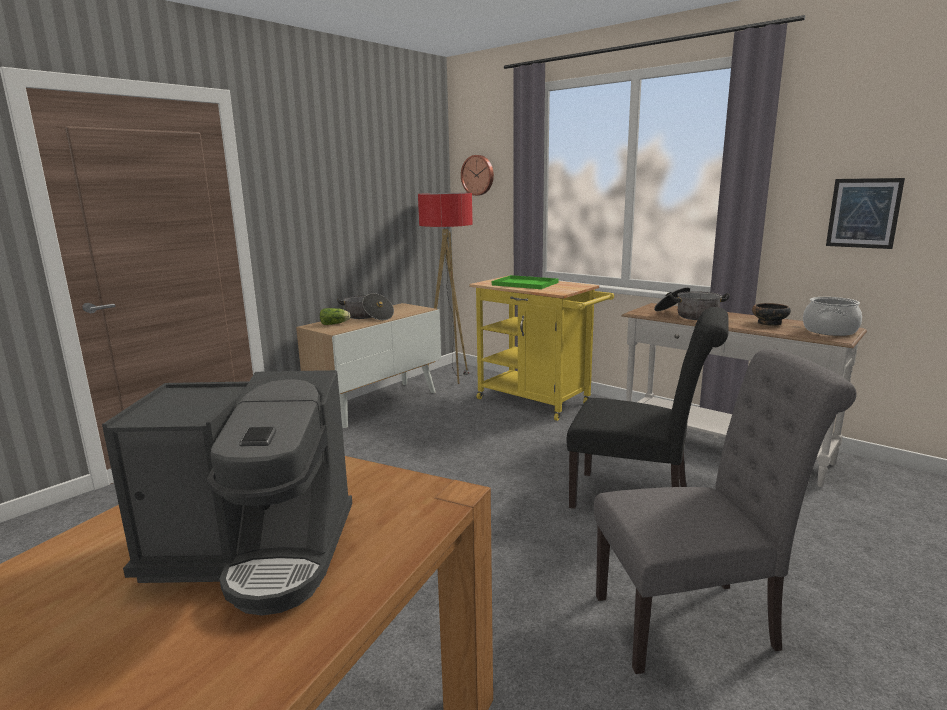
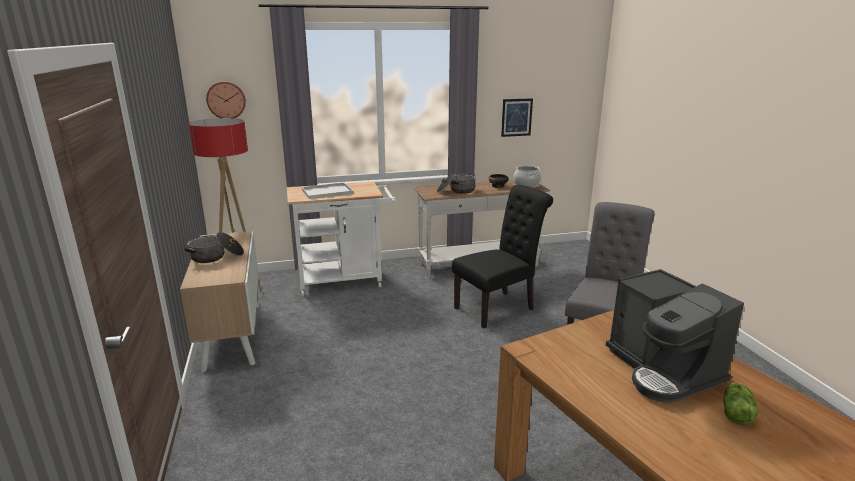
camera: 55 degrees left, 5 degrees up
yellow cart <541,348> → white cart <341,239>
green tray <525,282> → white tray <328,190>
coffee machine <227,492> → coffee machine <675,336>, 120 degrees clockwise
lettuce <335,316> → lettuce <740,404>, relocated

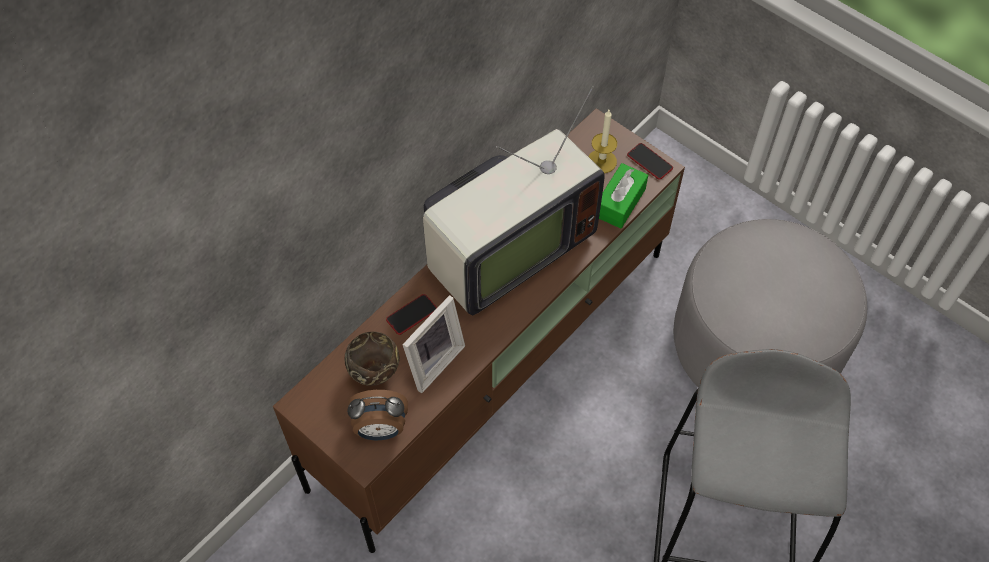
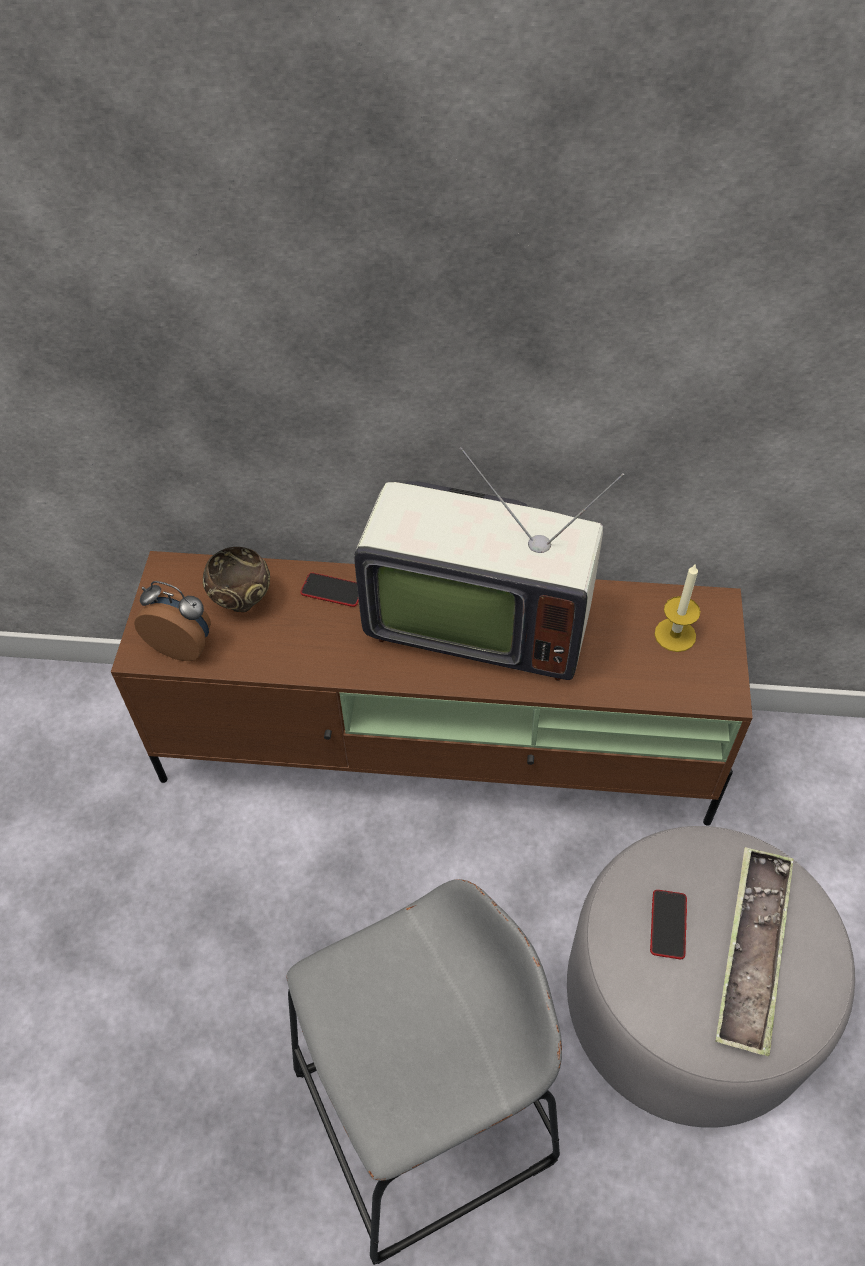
camera: 55 degrees right, 5 degrees down
alarm clock <377,415> → alarm clock <172,621>, 150 degrees clockwise
phone <650,161> → phone <668,924>, relocated
- → tray <754,951>
picture frame <434,344> → -
green tissue box <623,196> → -

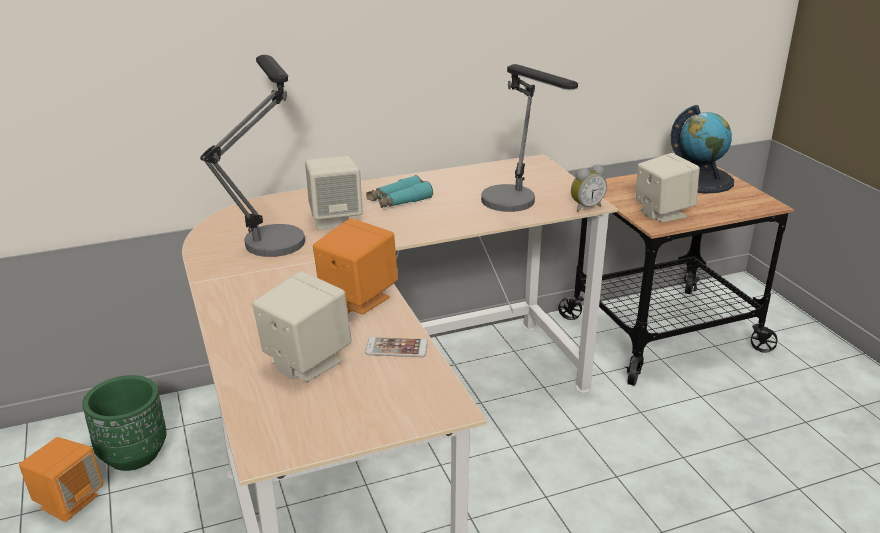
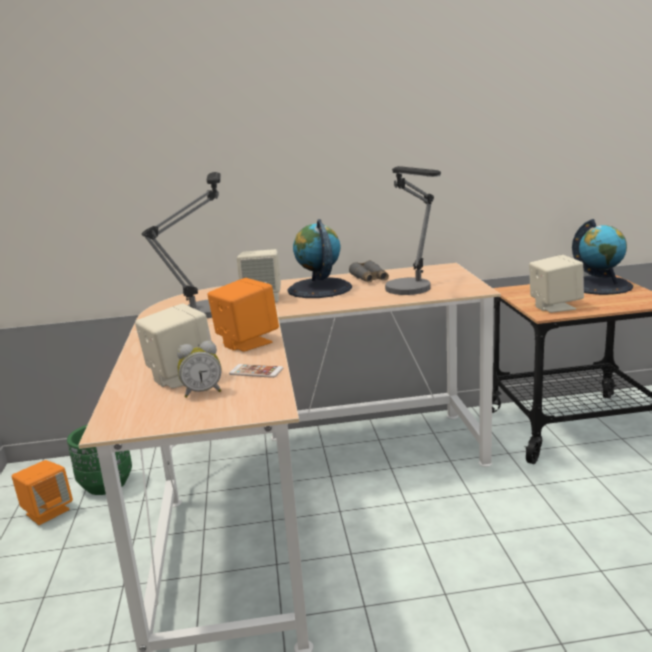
camera: 15 degrees right, 10 degrees down
alarm clock <589,188> → alarm clock <199,369>, relocated
turquoise binoculars <399,191> → globe <319,258>
- → grey binoculars <369,271>

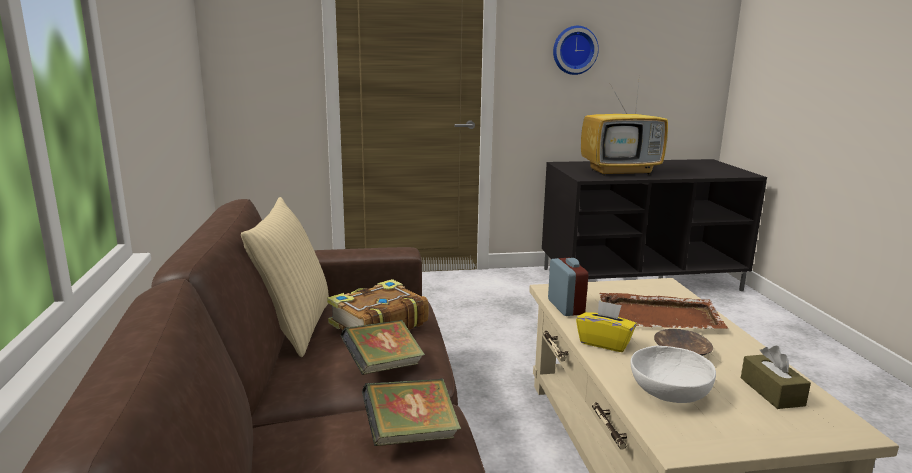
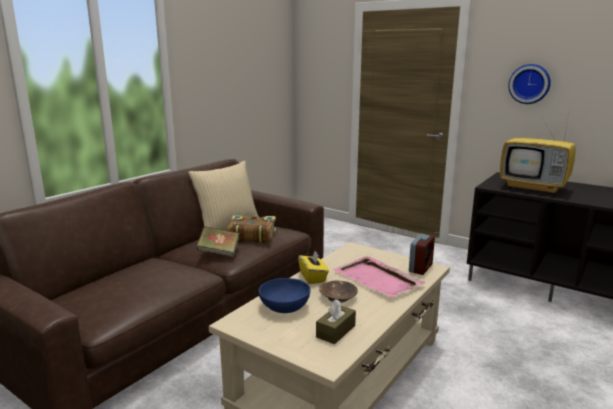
camera: 45 degrees right, 0 degrees up
white bowl <673,374> → blue bowl <285,295>
brown tray <664,311> → pink tray <379,277>
alarm clock <568,287> → alarm clock <422,254>, relocated
book <411,412> → -

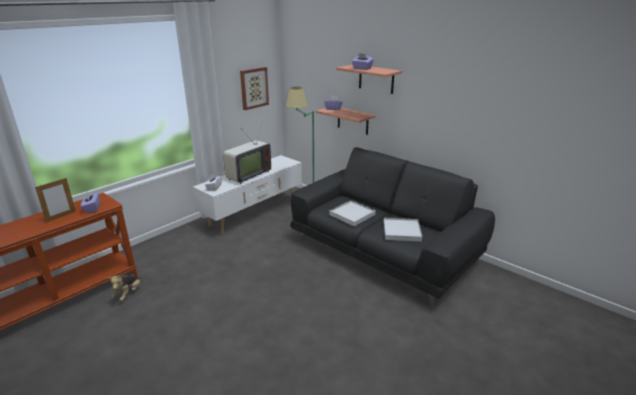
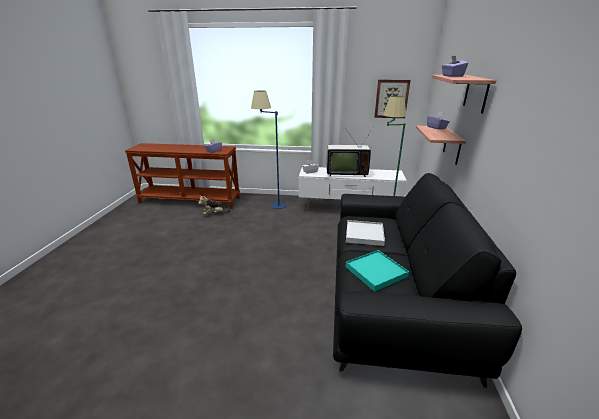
camera: 55 degrees right, 0 degrees up
- → blue floor lamp <269,149>
white tray <403,230> → turquoise tray <377,271>
picture frame <55,200> → -

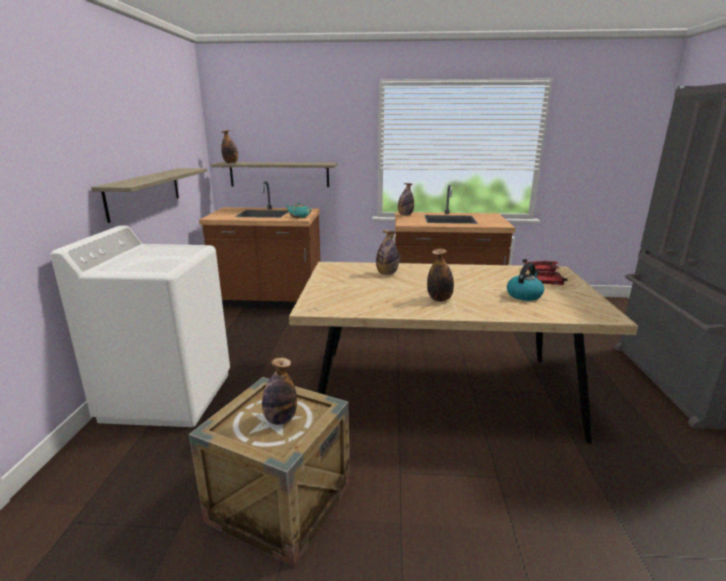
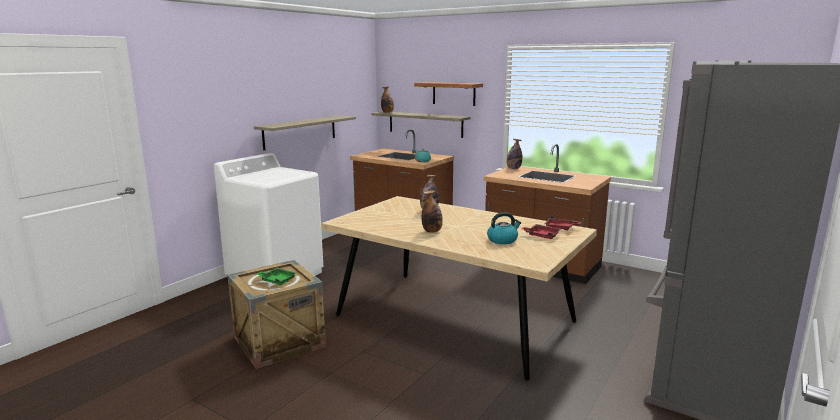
camera: 30 degrees right, 5 degrees down
bottle <279,391> → green tray <276,276>
- → shelf <448,94>

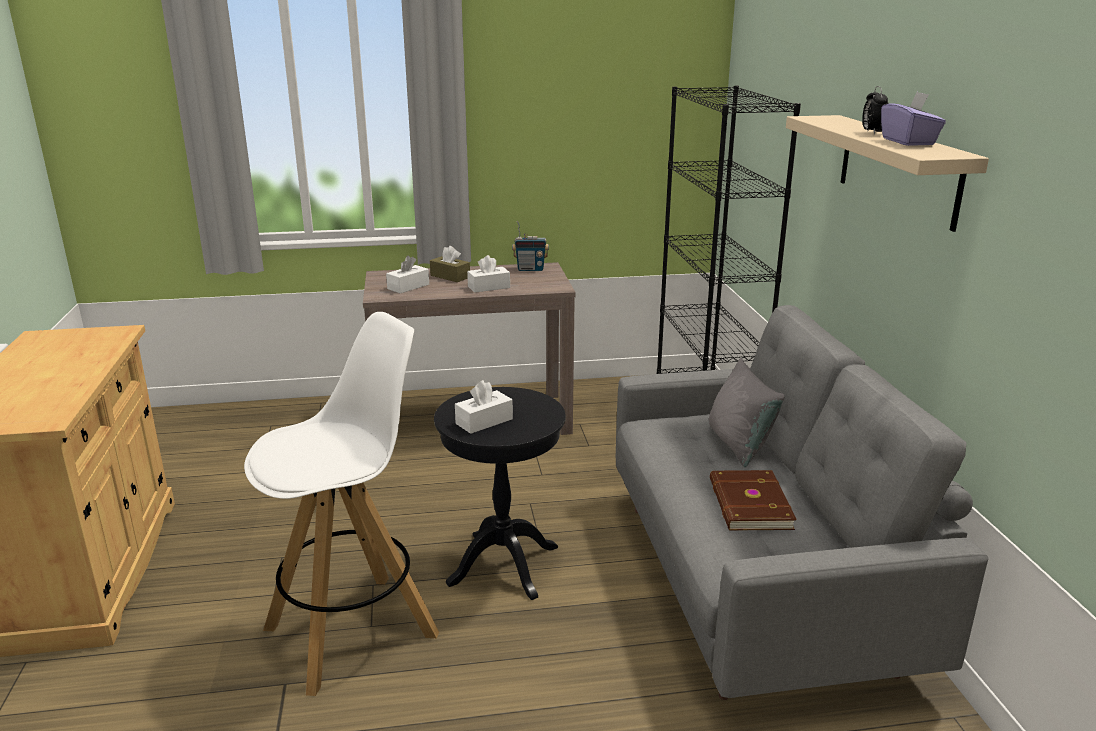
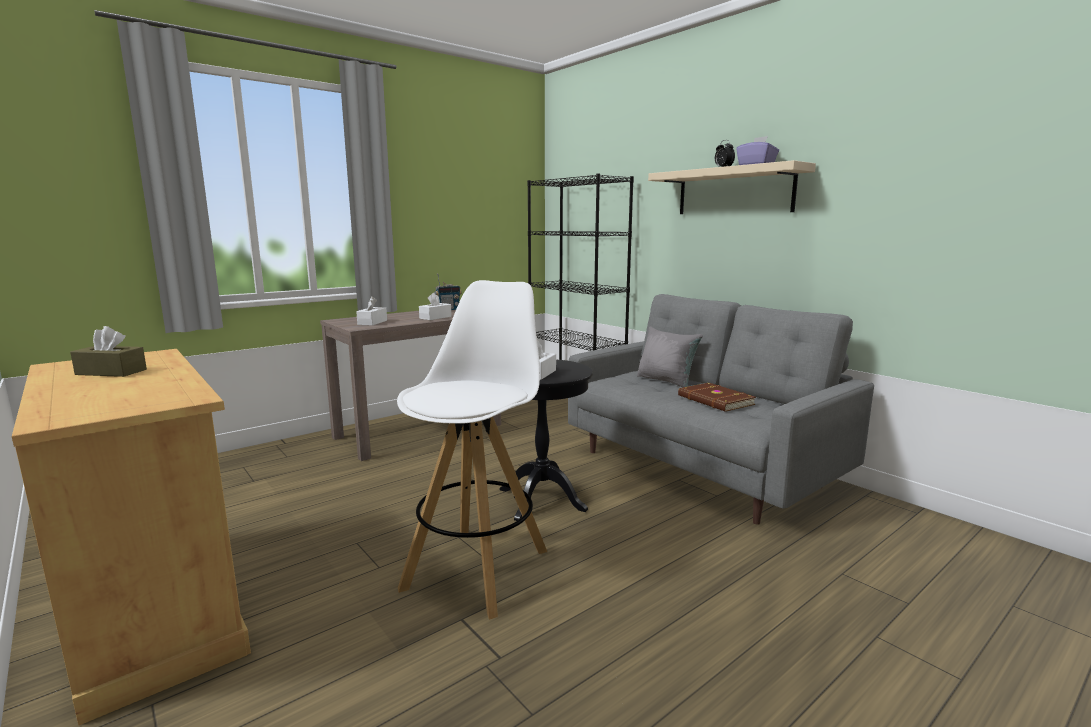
camera: 30 degrees left, 10 degrees down
brown tissue box <450,264> → brown tissue box <108,351>, relocated

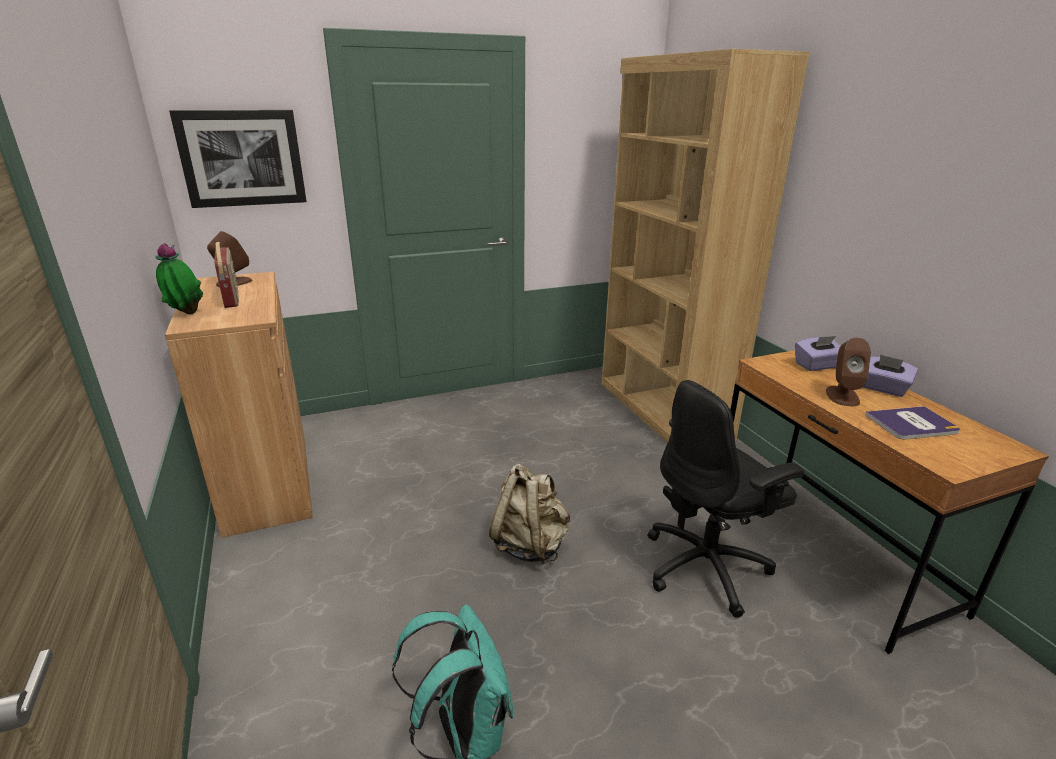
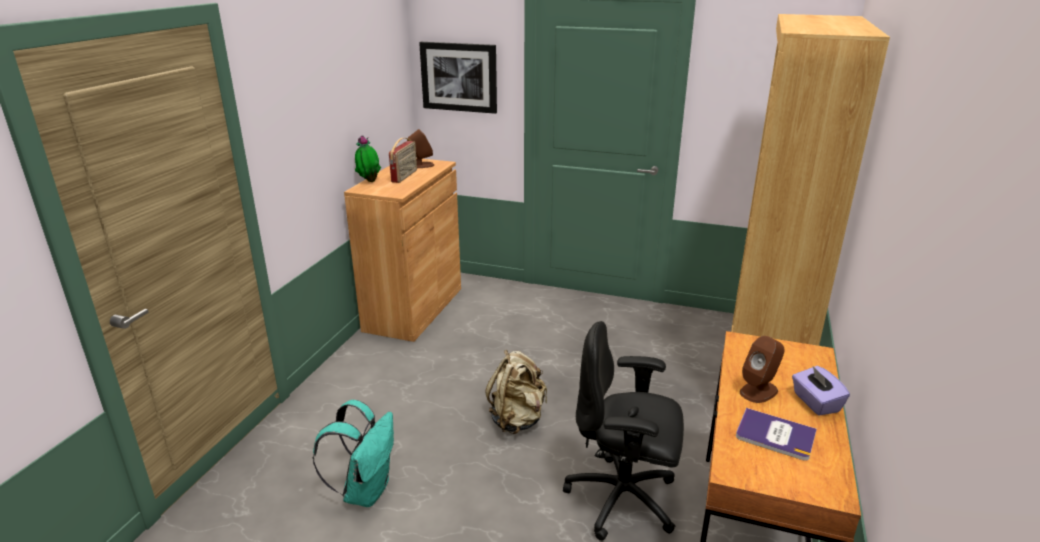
camera: 40 degrees right, 0 degrees up
purple tissue box <817,353> → -

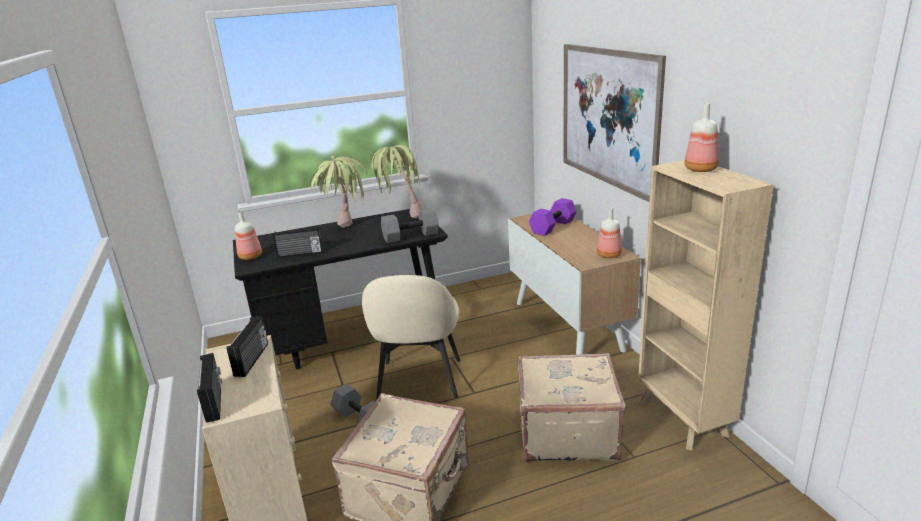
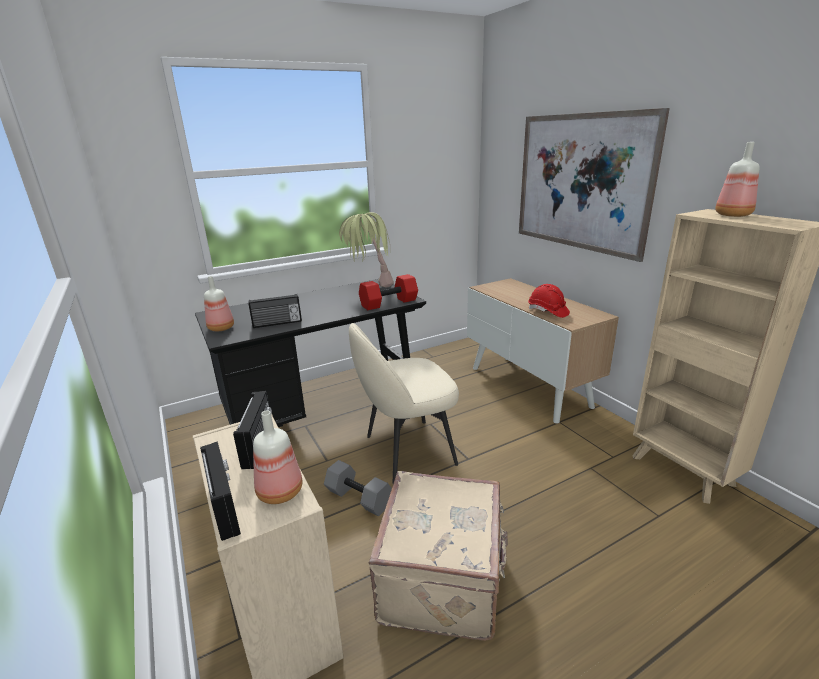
camera: 10 degrees left, 0 degrees up
bottle <609,232> → bottle <278,457>, relocated
beige chair <411,337> → beige chair <404,403>, 75 degrees clockwise
grey dumbbell <410,225> → red dumbbell <388,292>
- → red hard hat <549,301>
potted plant <339,192> → -
beige suitcase <572,407> → -
purple dumbbell <553,217> → -

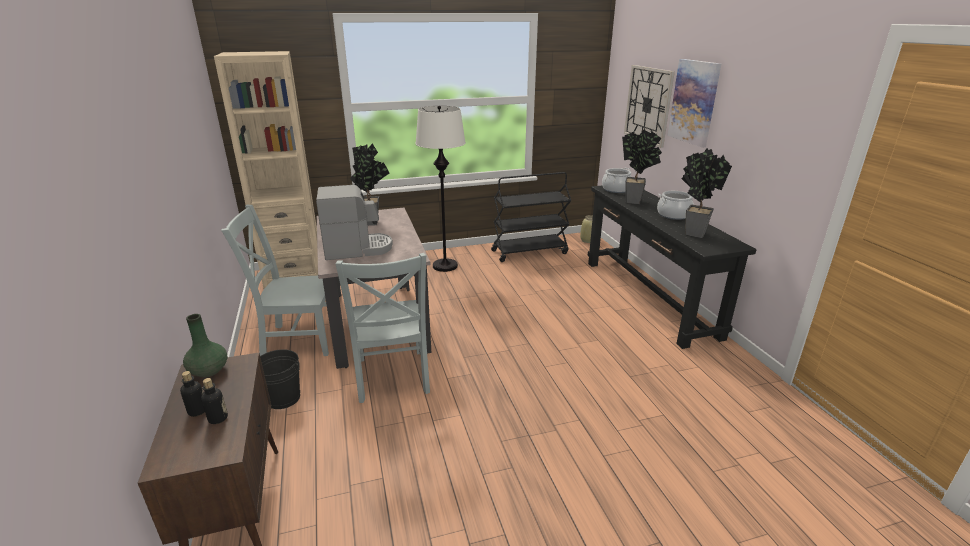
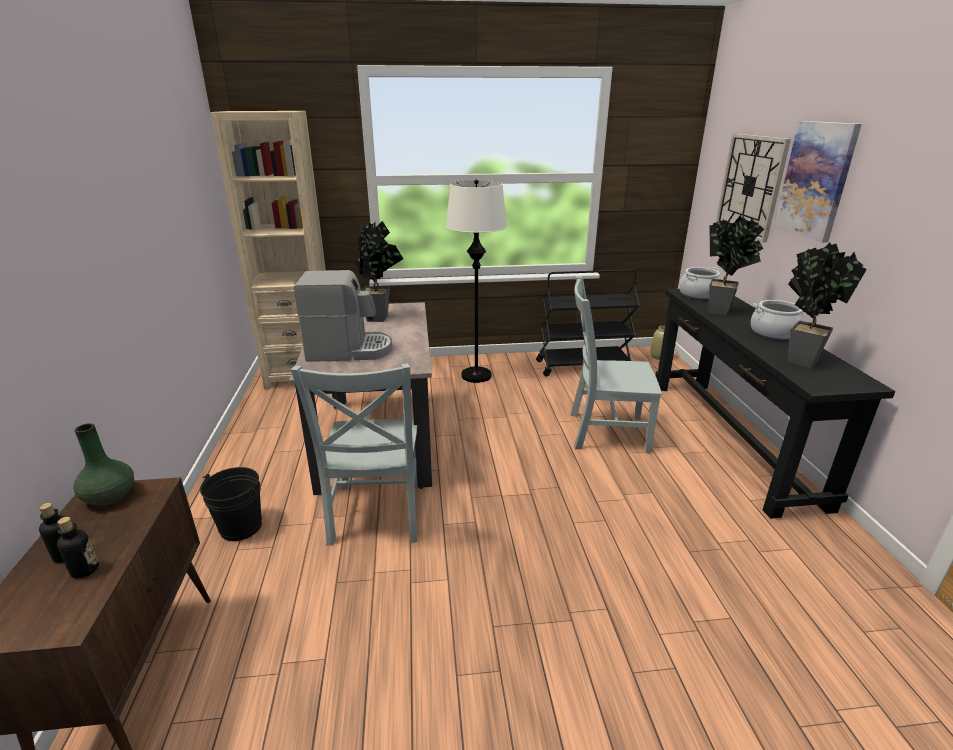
camera: 10 degrees right, 0 degrees up
grey chair <275,280> → grey chair <616,364>, relocated

